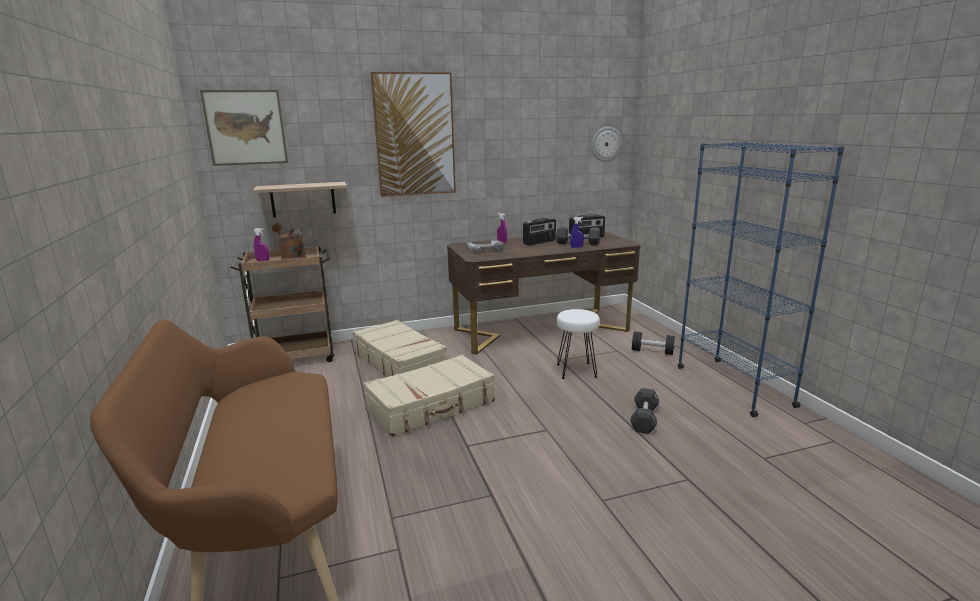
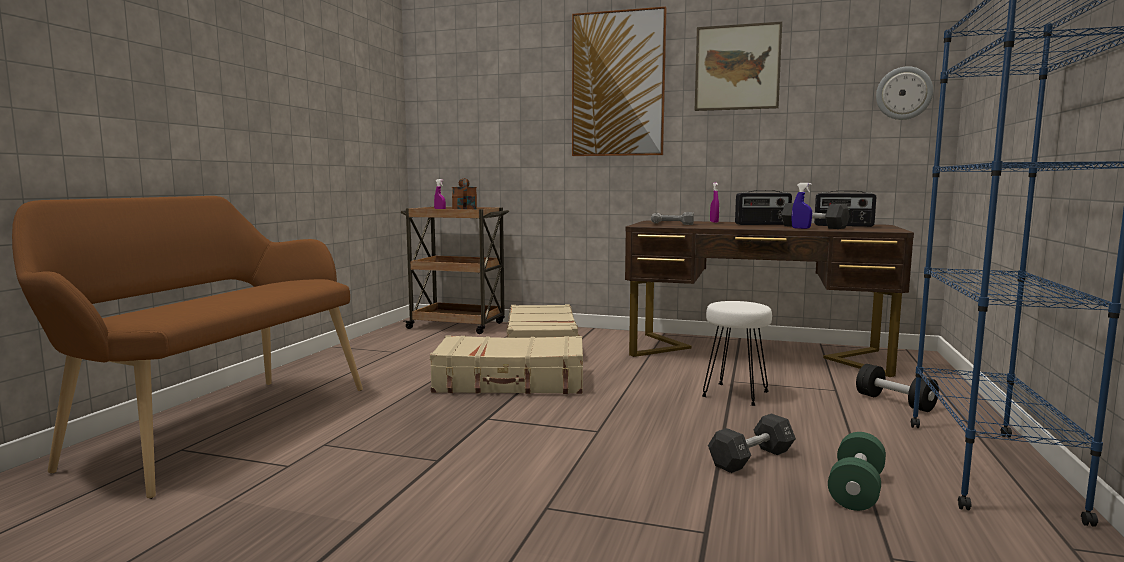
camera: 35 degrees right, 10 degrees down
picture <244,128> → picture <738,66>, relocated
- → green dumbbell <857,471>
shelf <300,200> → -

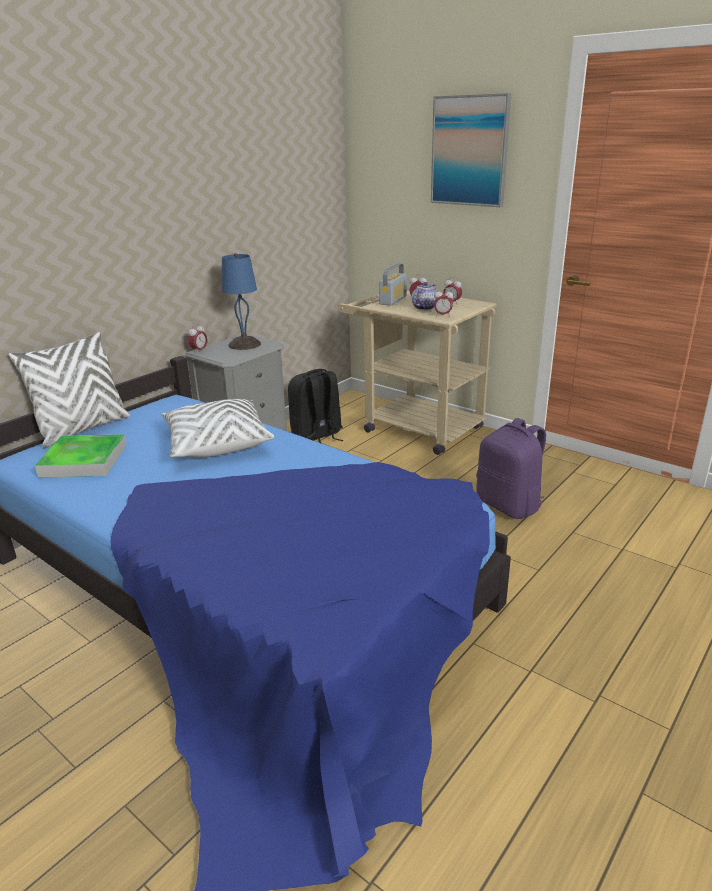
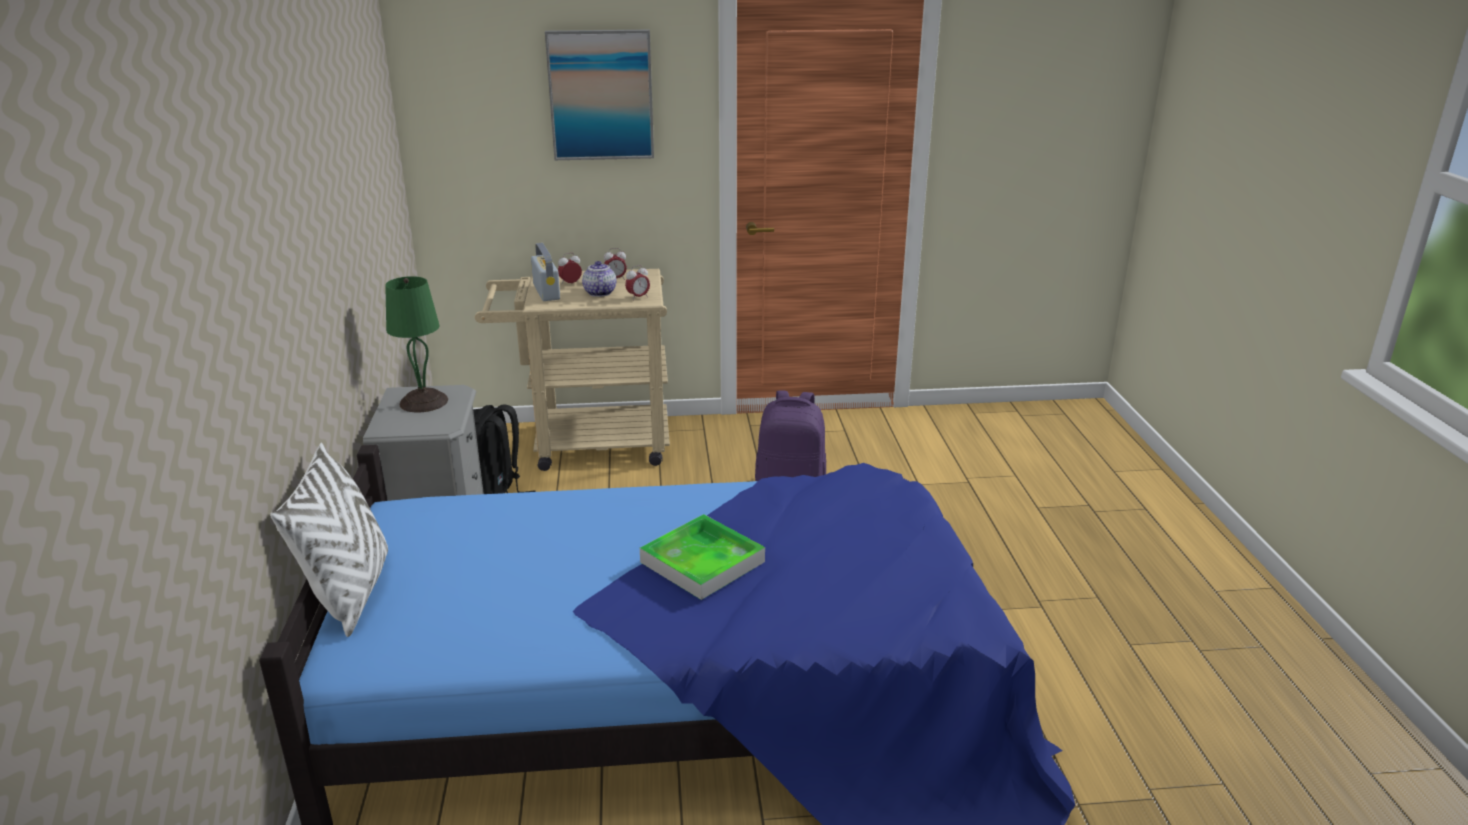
camera: 45 degrees left, 0 degrees up
blue table lamp <241,301> → green table lamp <416,344>
tray <80,456> → tray <702,557>, relocated
white pillow <218,428> → -
alarm clock <198,337> → -

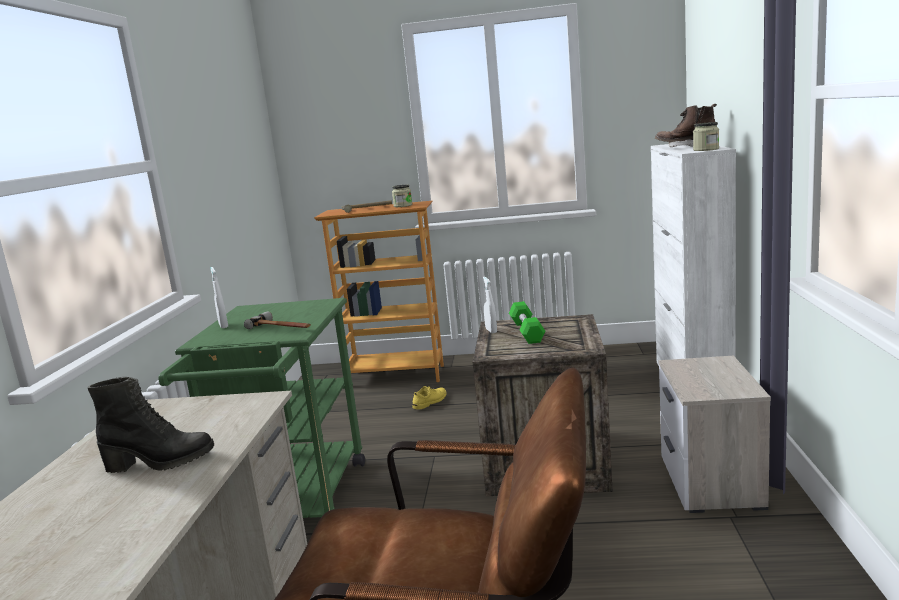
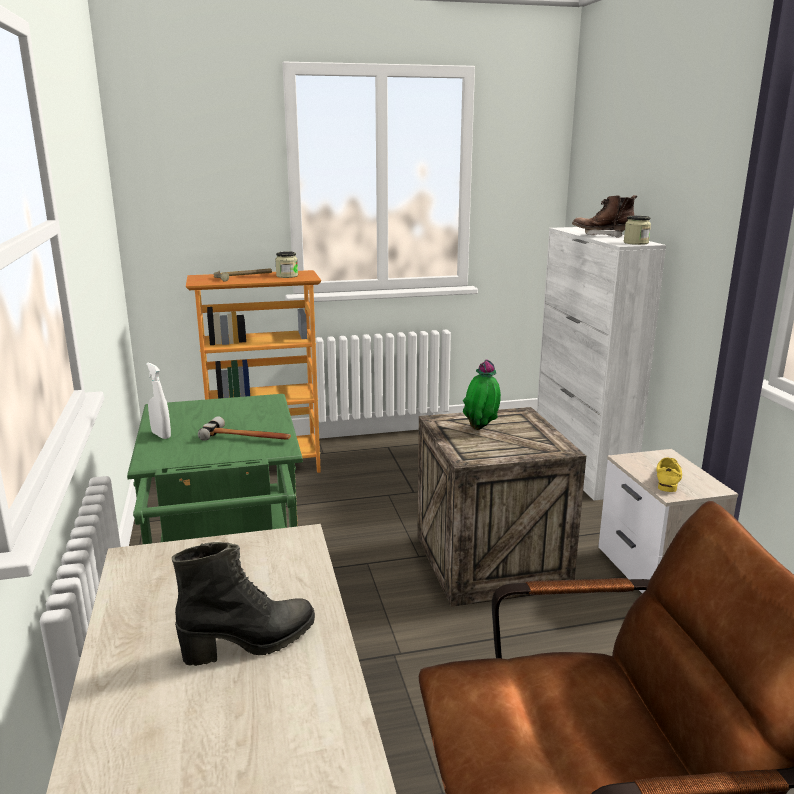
camera: 20 degrees left, 5 degrees up
green dumbbell <527,322> → potted plant <482,394>
yellow shoe <429,397> → yellow shoe <669,475>, relocated
white spray bottle <490,305> → -

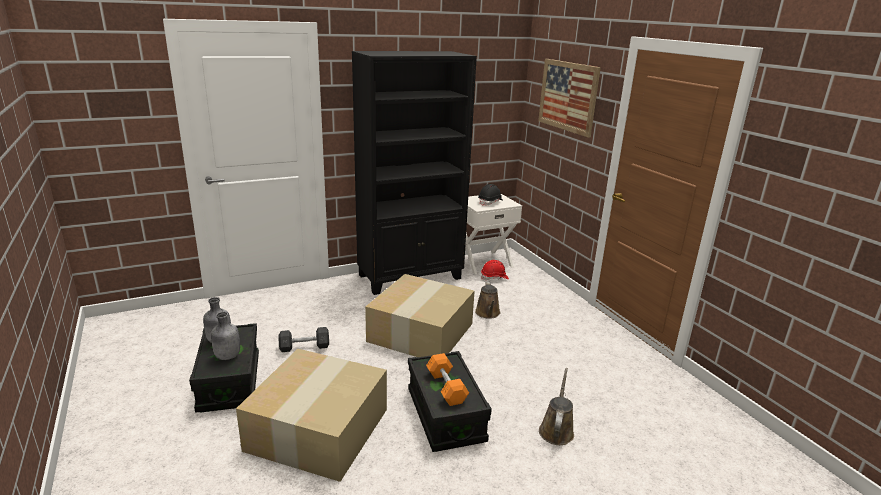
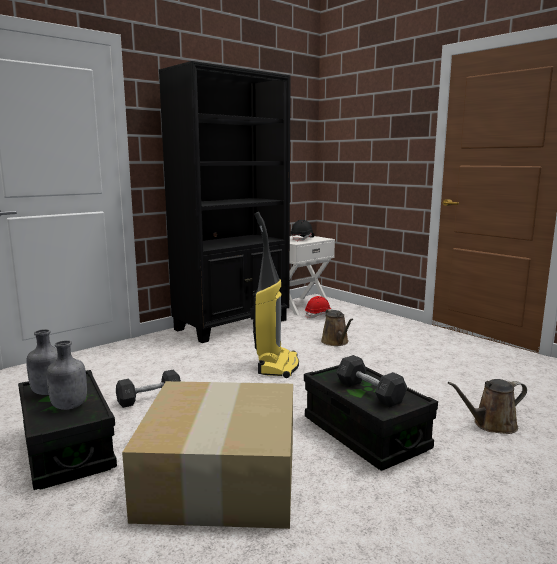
camera: 15 degrees left, 10 degrees down
cardboard box <420,315> → vacuum cleaner <275,295>
orange dumbbell <447,379> → grey dumbbell <371,381>
brown watering can <556,406> → brown watering can <487,406>, 105 degrees counterclockwise
picture <569,98> → -

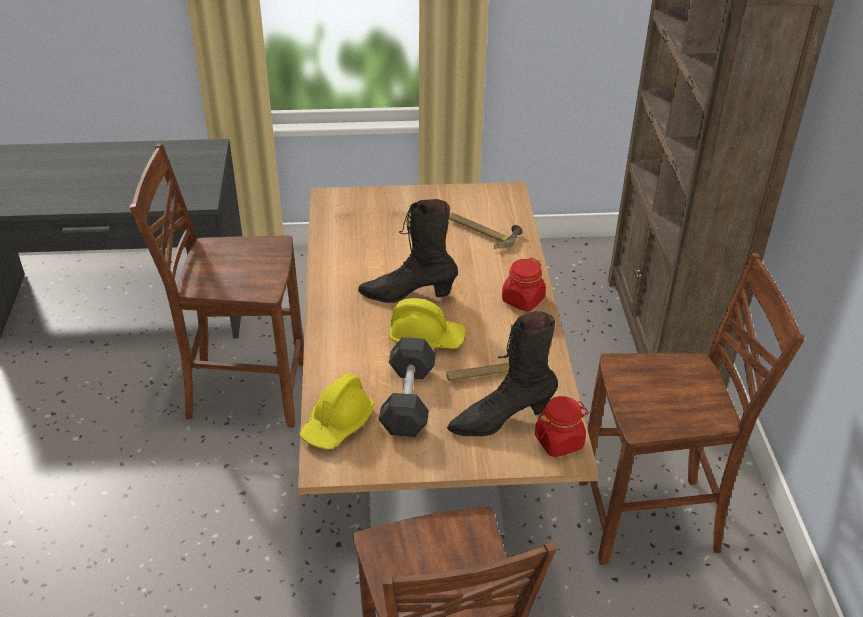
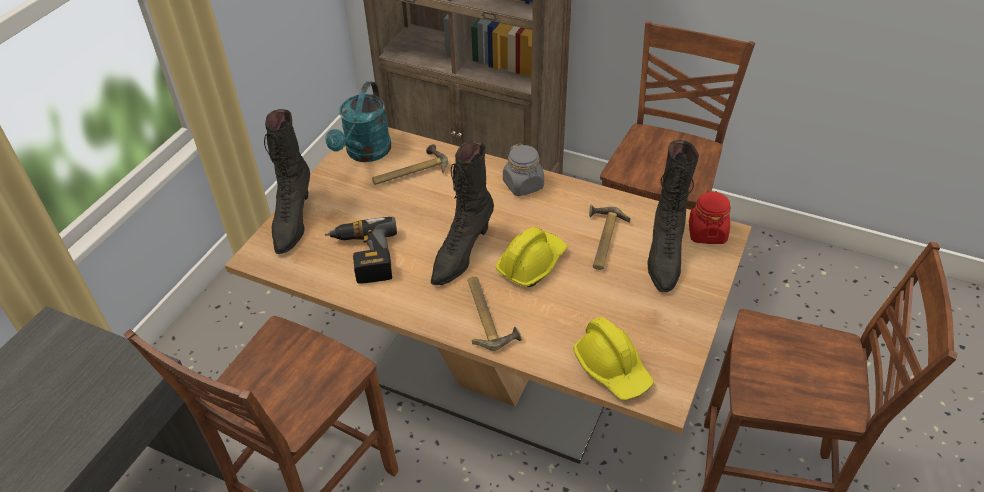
camera: 60 degrees left, 5 degrees up
- → black boot <287,181>
- → turquoise watering can <358,121>
- → power drill <361,250>
- → hammer <494,314>
red jar <524,284> → grey jar <523,170>
grey dumbbell <407,387> → -

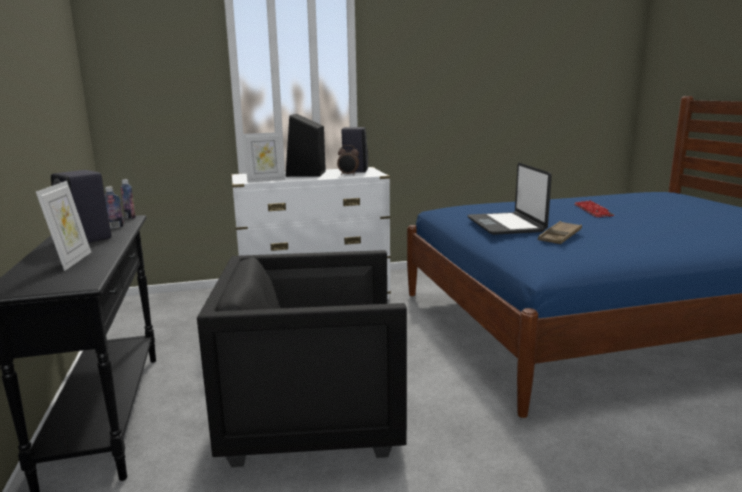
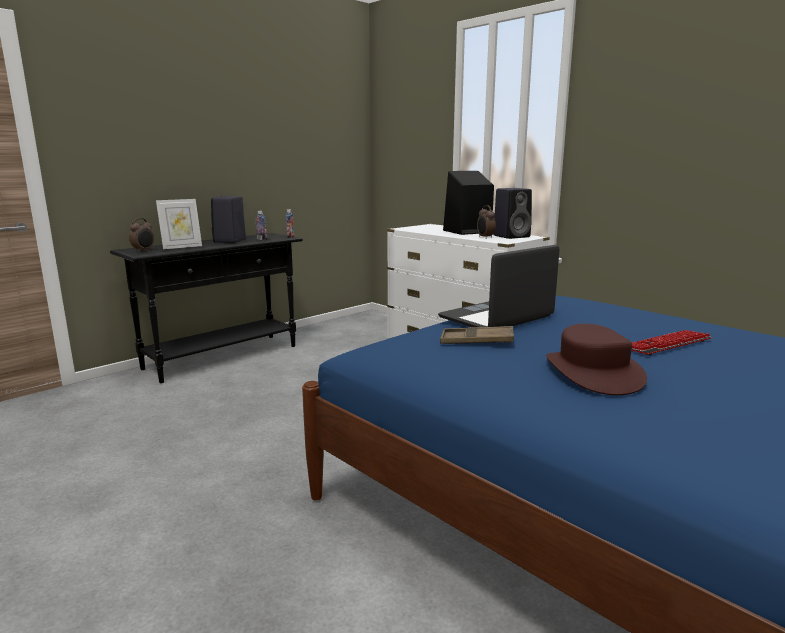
camera: 60 degrees right, 0 degrees up
- → alarm clock <141,235>
- → brown hat <596,359>
black armchair <302,358> → -
picture frame <264,157> → -

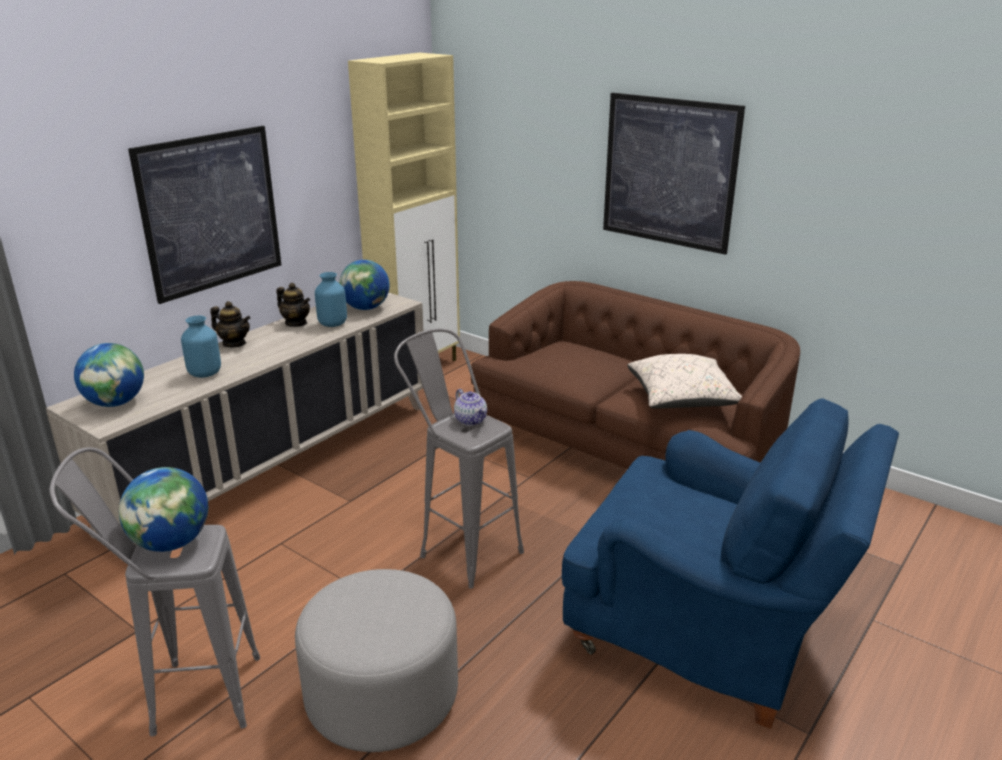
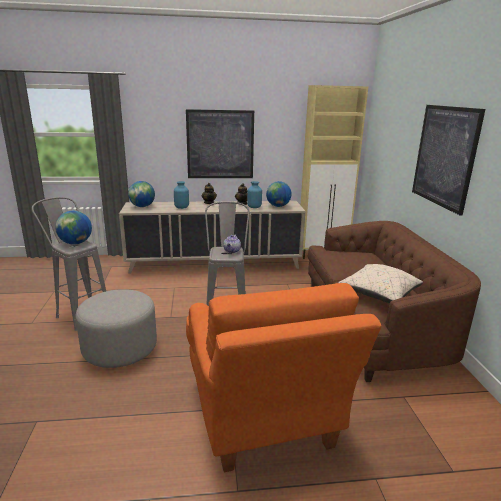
camera: 45 degrees right, 5 degrees down
blue armchair <730,564> → orange armchair <283,378>

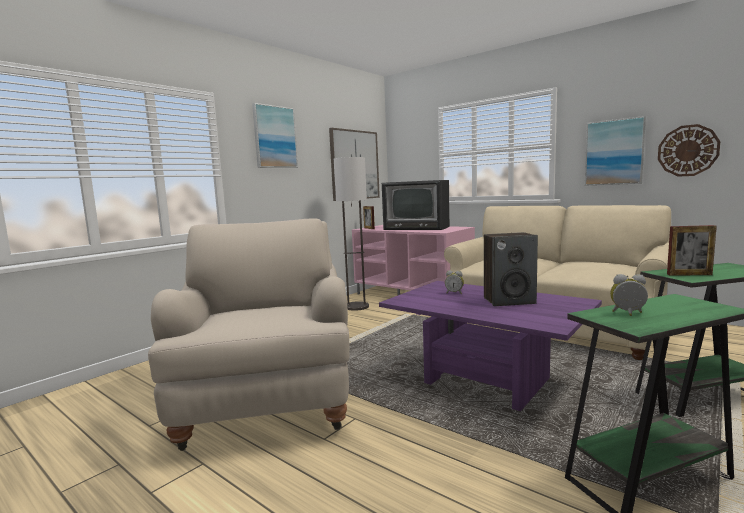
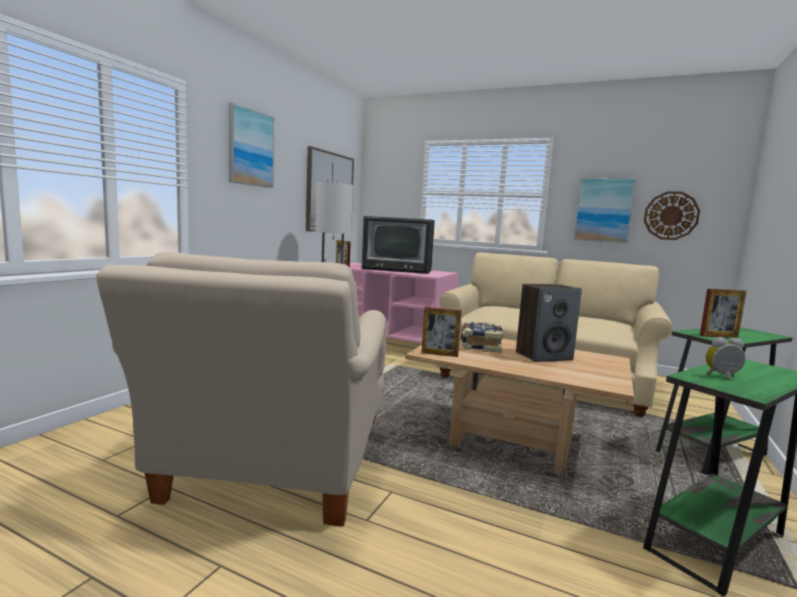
camera: 15 degrees left, 0 degrees up
beige armchair <248,335> → beige armchair <241,389>, 150 degrees counterclockwise
purple coffee table <490,346> → beige coffee table <519,403>
- → picture frame <441,332>
alarm clock <454,282> → book <482,336>

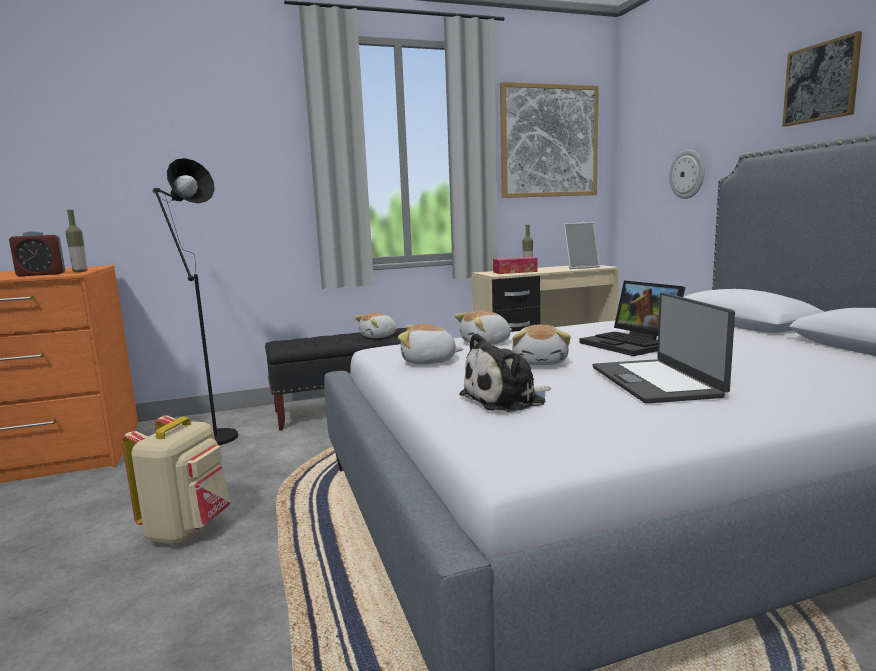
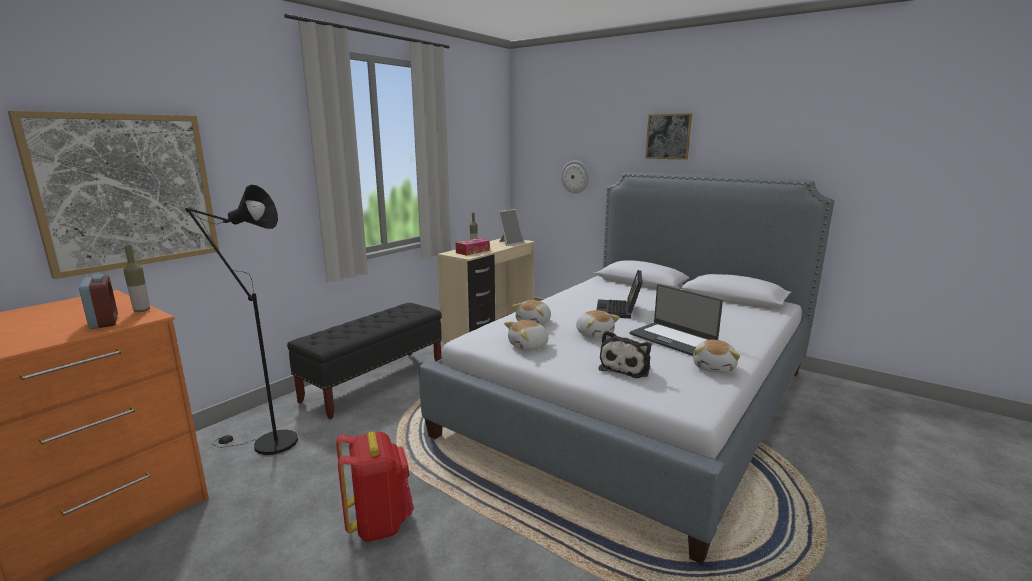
camera: 35 degrees left, 5 degrees up
picture <549,140> → picture <113,194>, relocated
alarm clock <37,253> → alarm clock <98,301>, 75 degrees counterclockwise
beige backpack <176,480> → red backpack <375,487>
laptop <632,318> → laptop <619,294>, 75 degrees clockwise
plush toy <376,325> → plush toy <716,356>, relocated

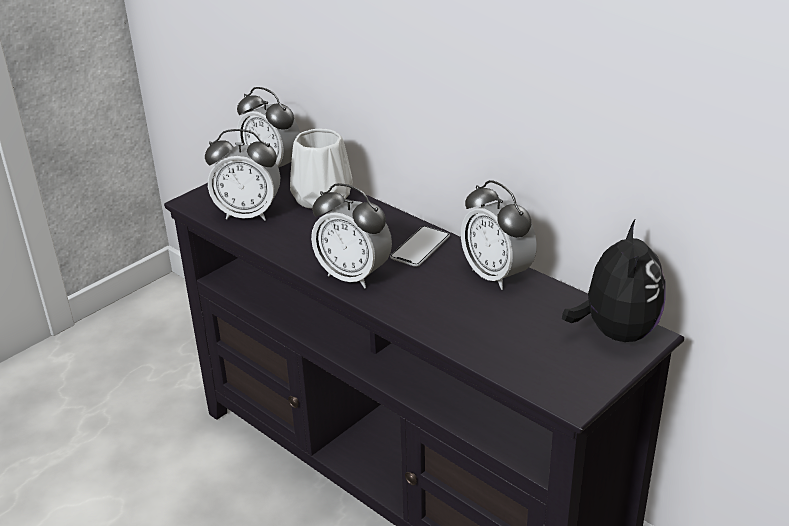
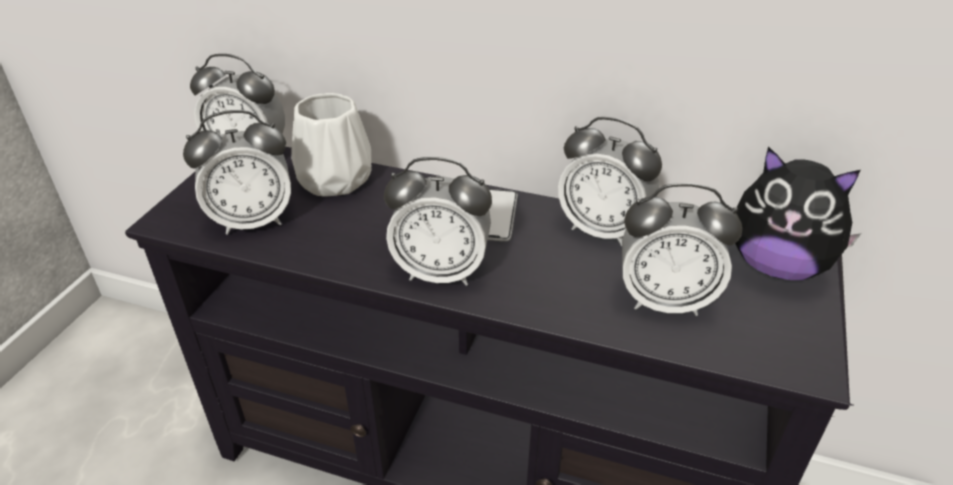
camera: 25 degrees left, 5 degrees up
- → alarm clock <682,249>
plush toy <613,281> → plush toy <798,213>, 135 degrees clockwise

